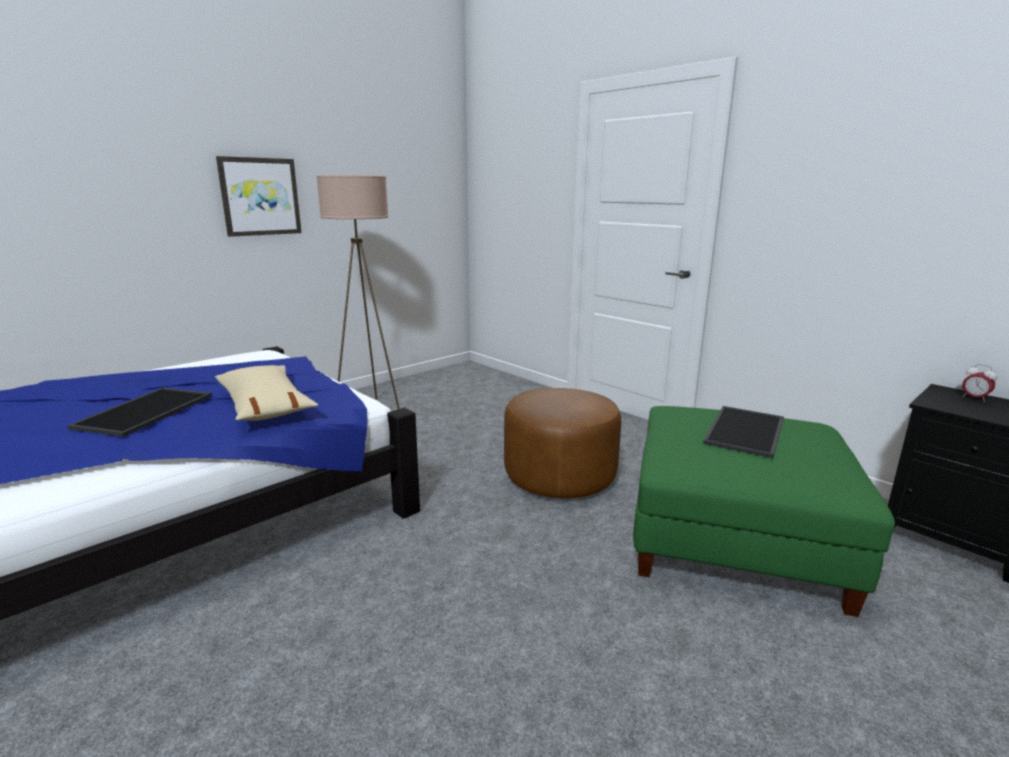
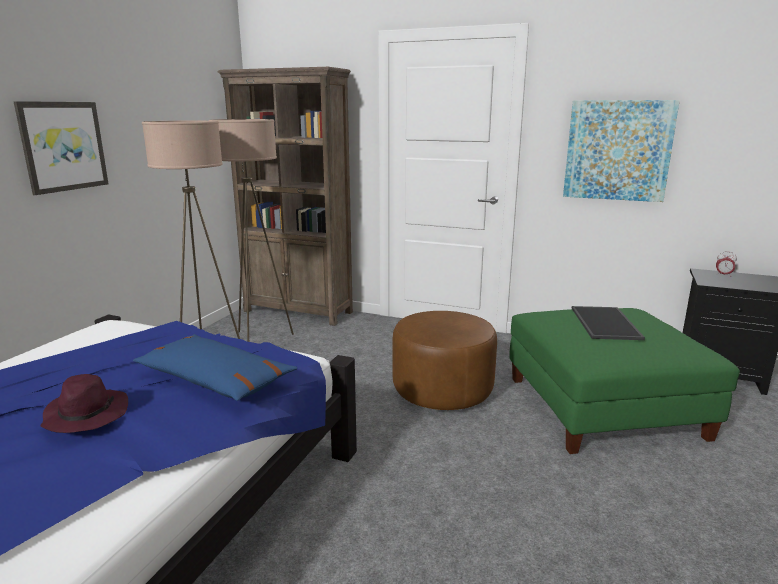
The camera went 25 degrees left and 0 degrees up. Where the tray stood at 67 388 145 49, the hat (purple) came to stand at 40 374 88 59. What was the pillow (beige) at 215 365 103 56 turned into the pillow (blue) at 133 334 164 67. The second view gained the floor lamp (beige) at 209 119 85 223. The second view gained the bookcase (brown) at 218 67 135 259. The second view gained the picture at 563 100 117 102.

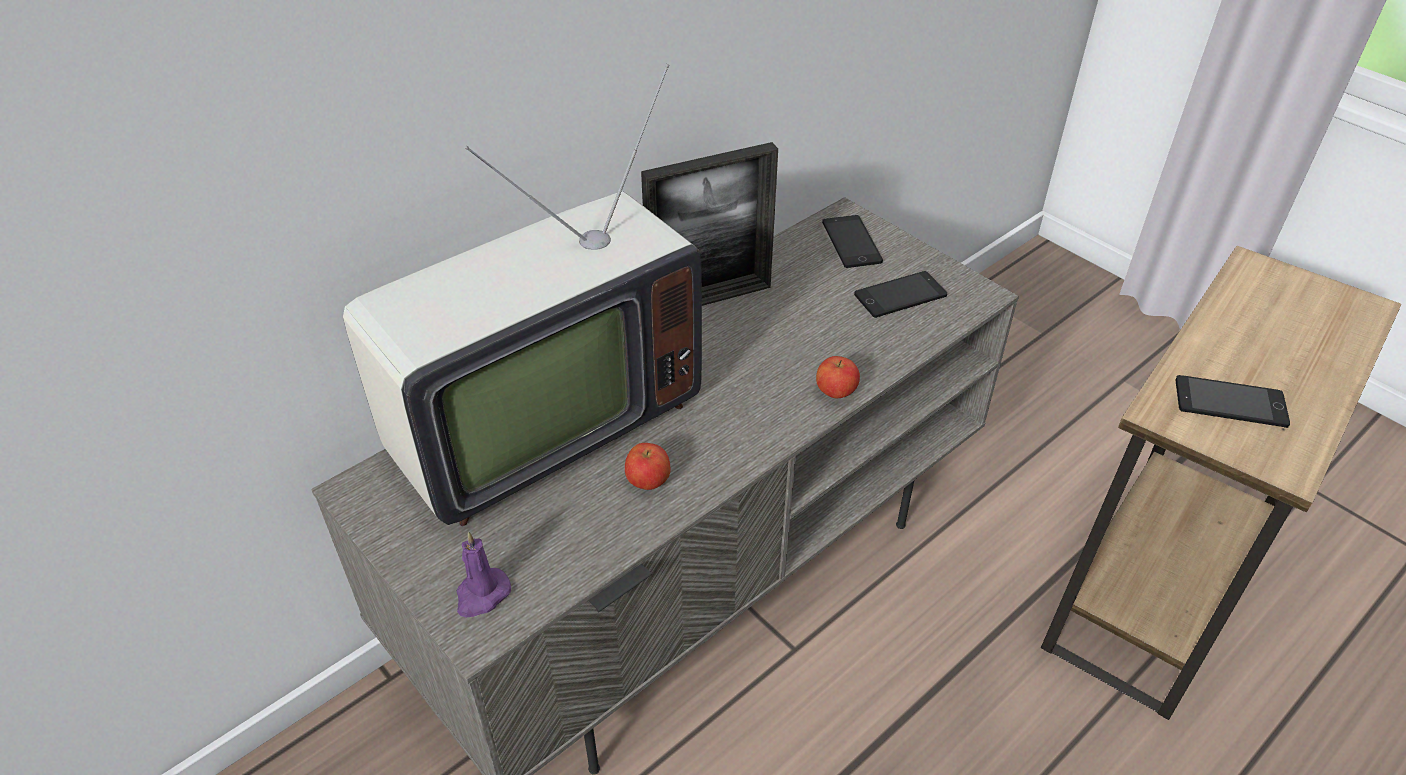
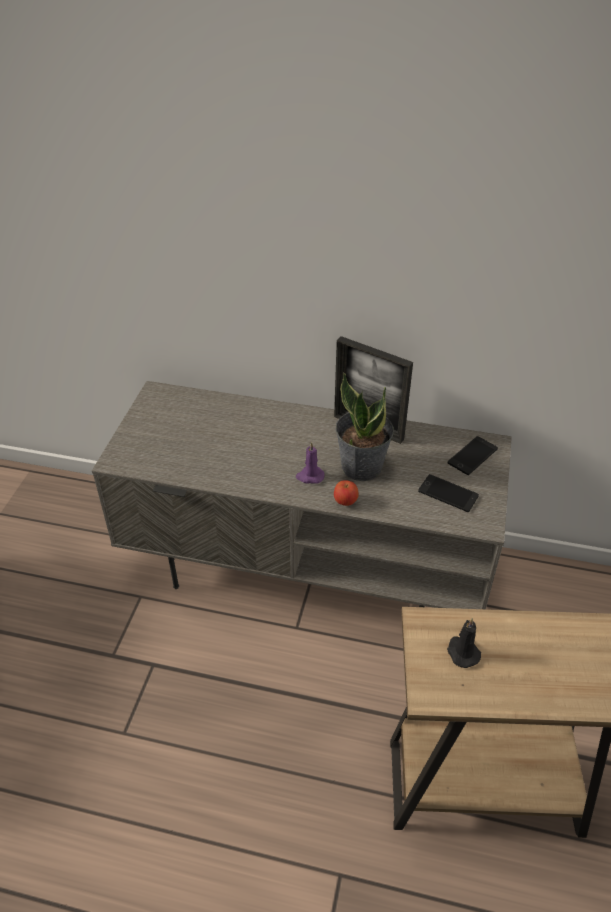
The camera went 55 degrees right and 0 degrees up. The second view lost the television at 343 64 359 462. The candle (purple) ended up elsewhere, having gone from 456 531 55 87 to 296 442 29 42. The second view lost the apple at 625 443 46 47. Where the phone stood at 1176 375 114 53, the candle (black) came to stand at 447 618 34 50. The second view gained the potted plant at 335 372 59 109.

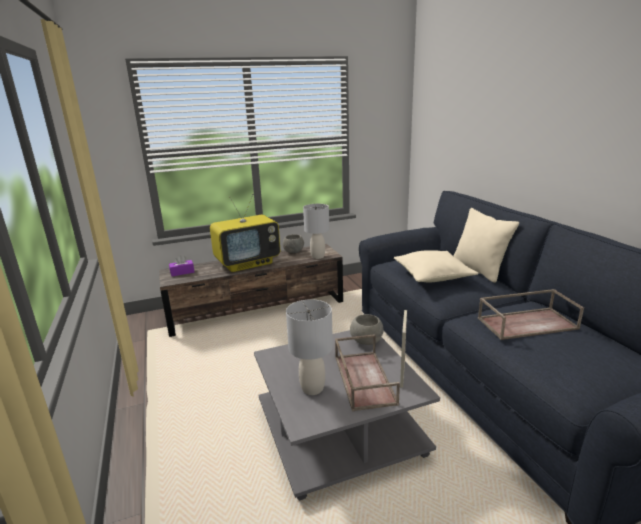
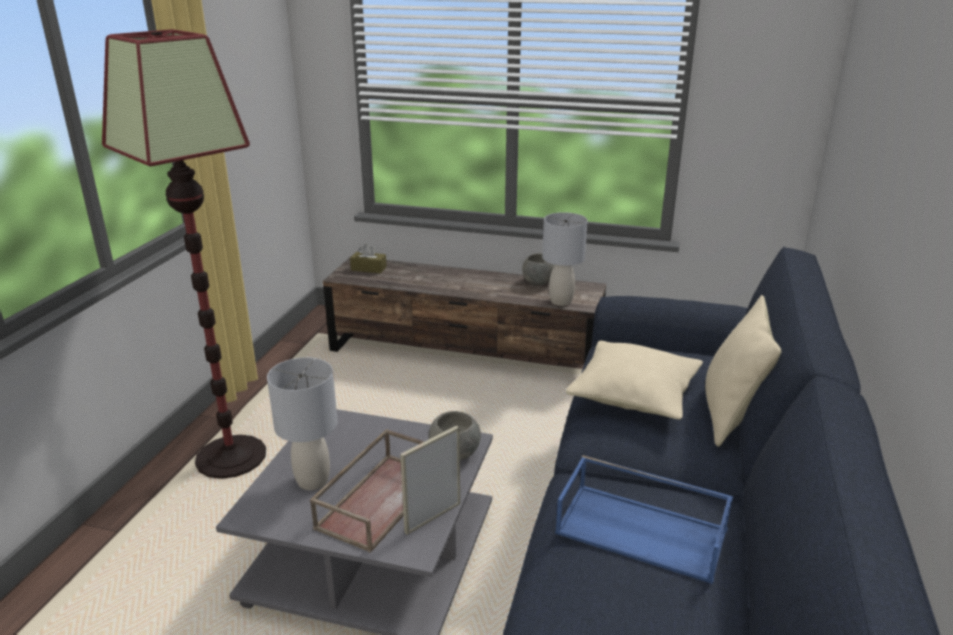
The camera went 35 degrees right and 5 degrees up. What was the tissue box (purple) at 169 255 25 21 turned into the tissue box (brown) at 350 244 37 29. The second view lost the television at 210 194 70 78. What was the tray (brown) at 478 289 106 51 turned into the tray (blue) at 555 455 178 129. The second view gained the floor lamp at 102 29 164 450.

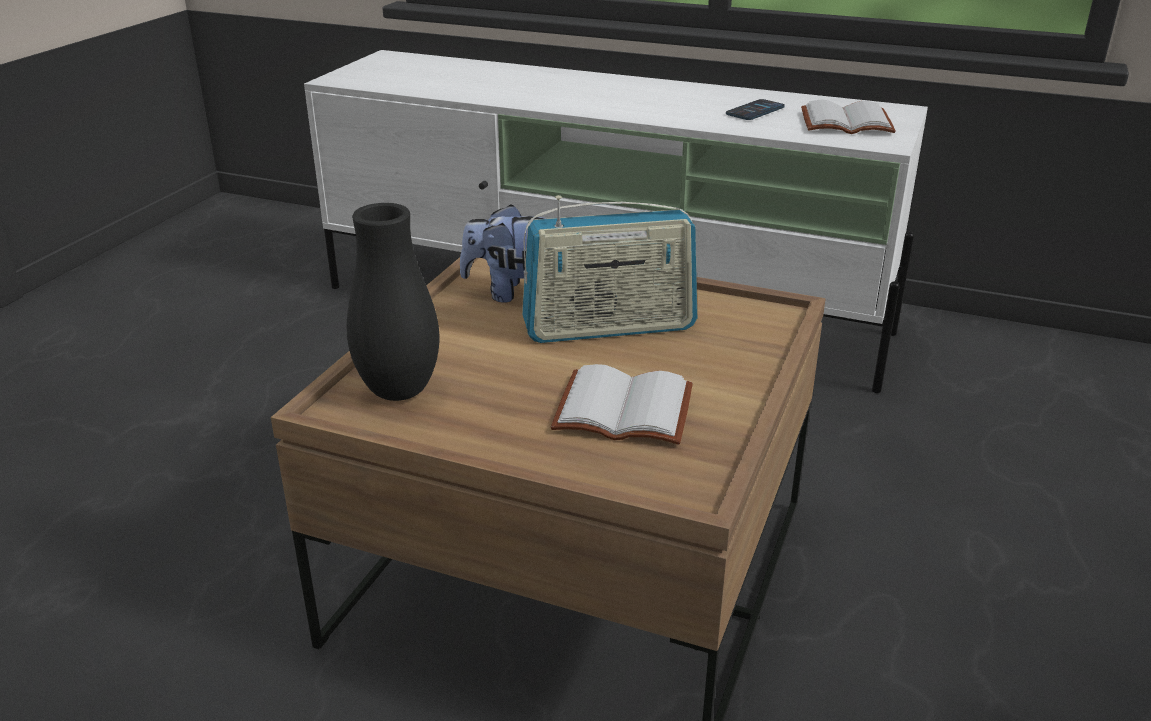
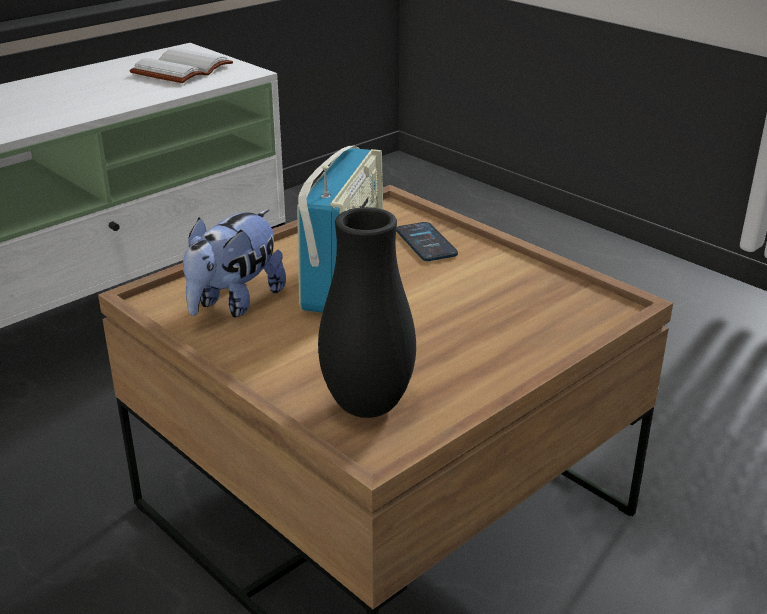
The camera went 65 degrees left and 0 degrees up. The second view lost the book (white) at 551 364 142 81. The phone ended up elsewhere, having gone from 726 99 59 21 to 396 222 62 39.

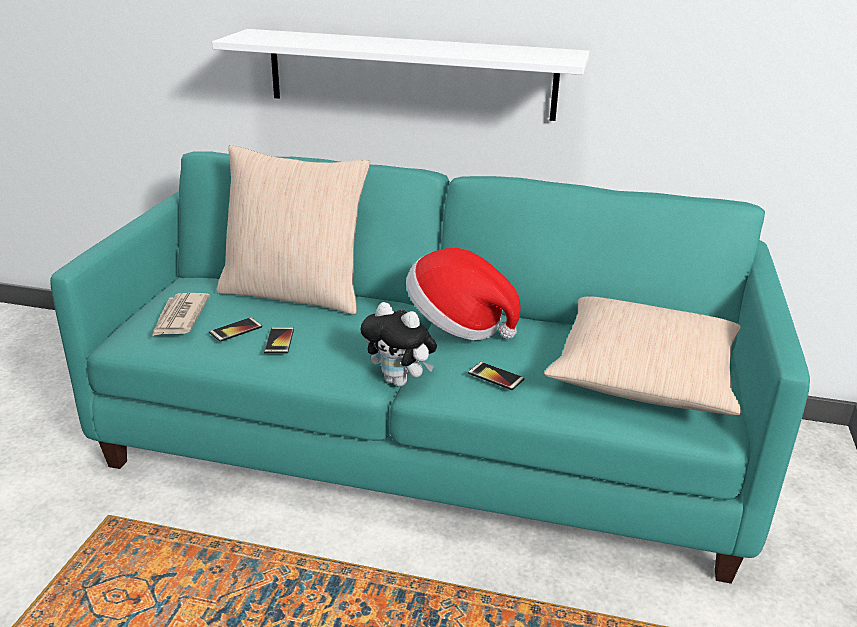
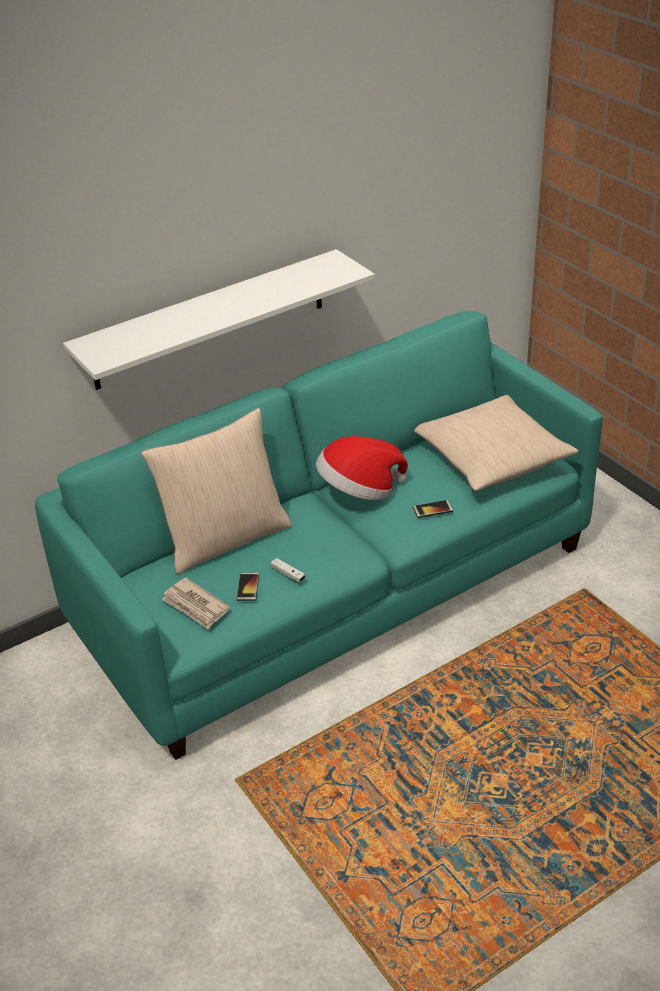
The camera went 45 degrees left and 10 degrees up. Where the phone stood at 264 327 30 27, the game controller (white) came to stand at 271 558 34 24. The second view lost the plush toy at 360 302 77 85.

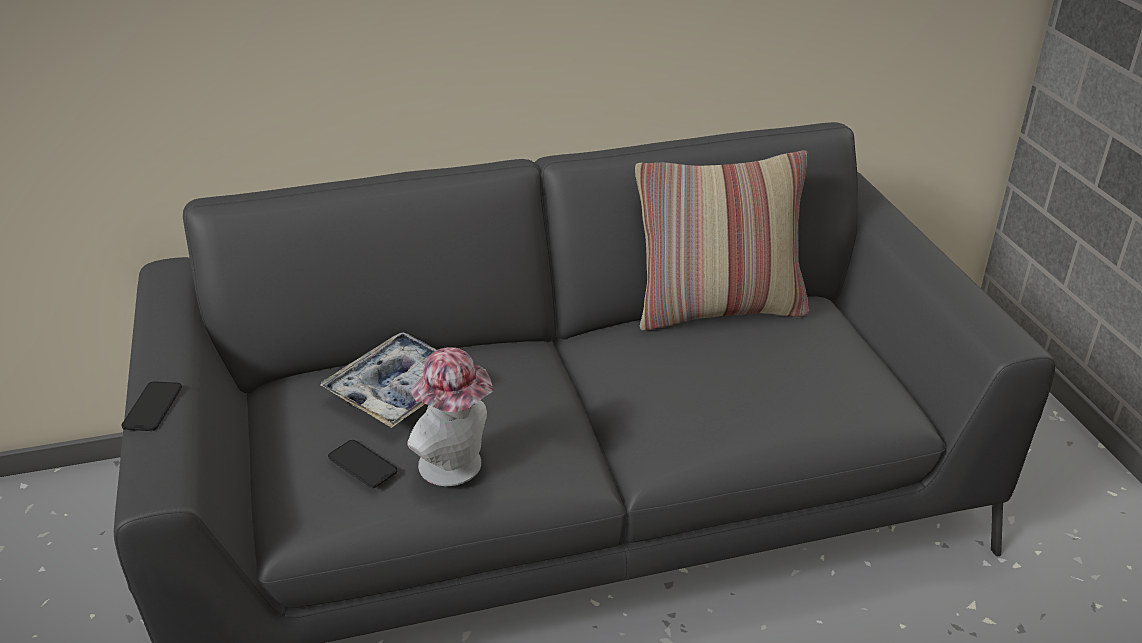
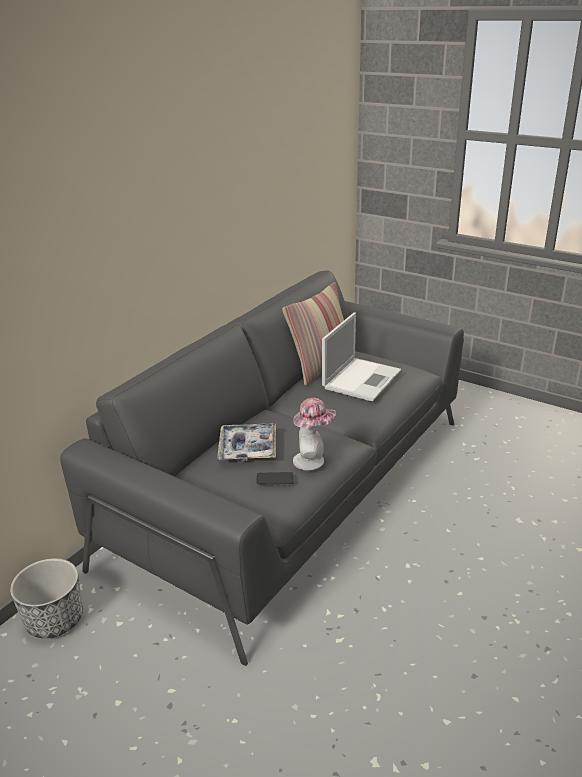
The camera went 40 degrees left and 5 degrees down. The second view lost the phone at 121 381 61 50. The second view gained the planter at 10 558 73 80. The second view gained the laptop at 322 312 79 90.

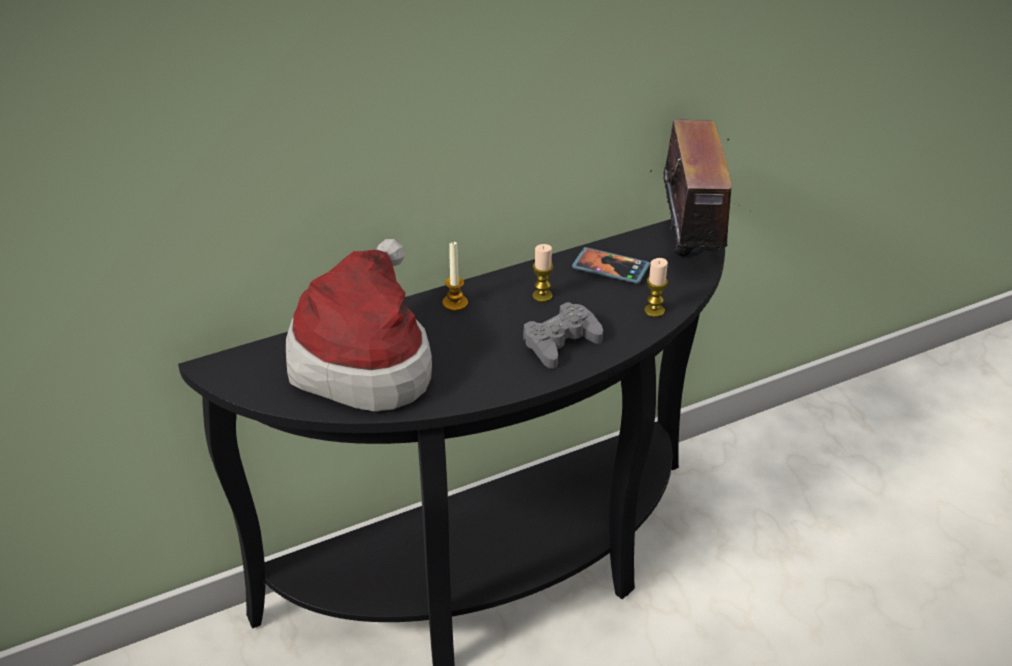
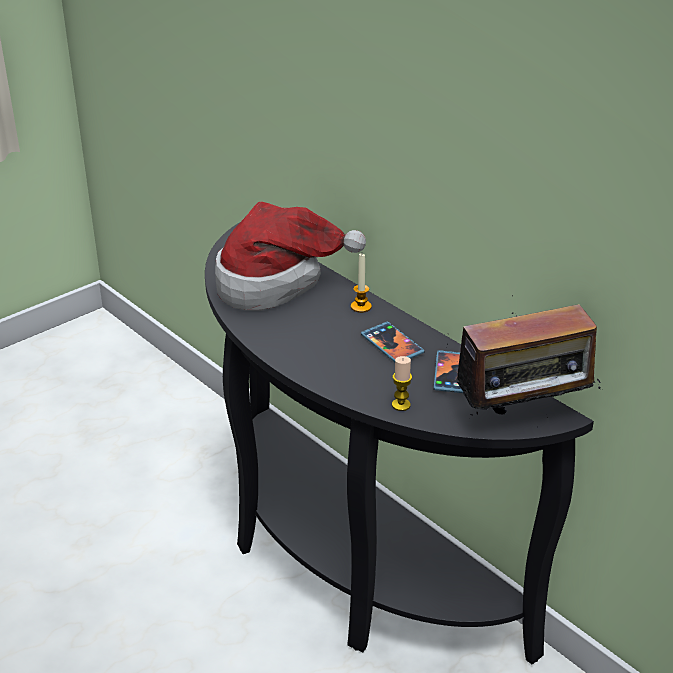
The camera went 75 degrees right and 5 degrees down. The second view lost the game controller (grey) at 523 302 80 67. Where the candle stood at 532 244 22 58, the phone came to stand at 361 322 63 40.

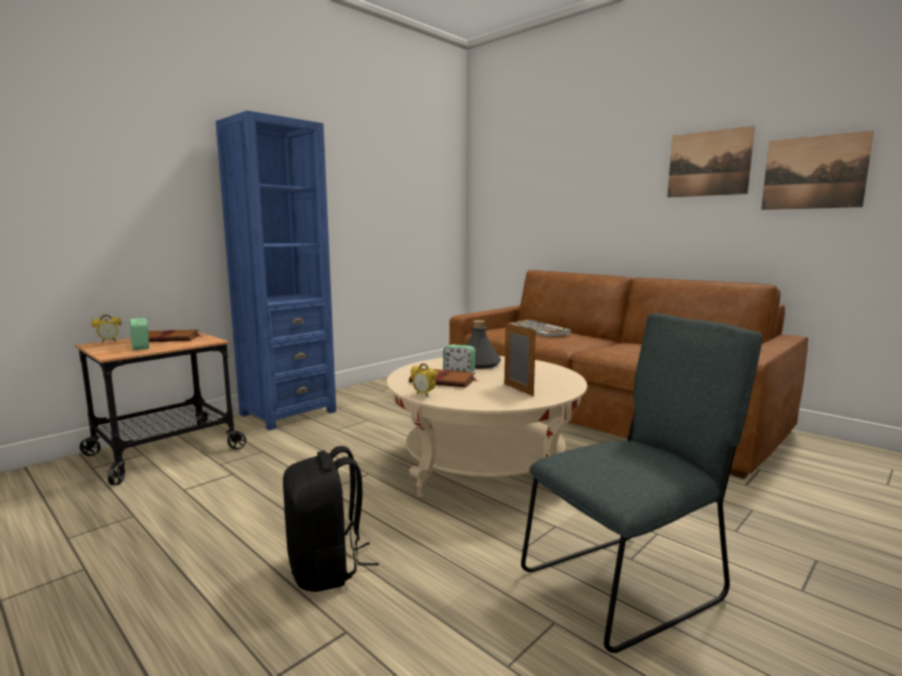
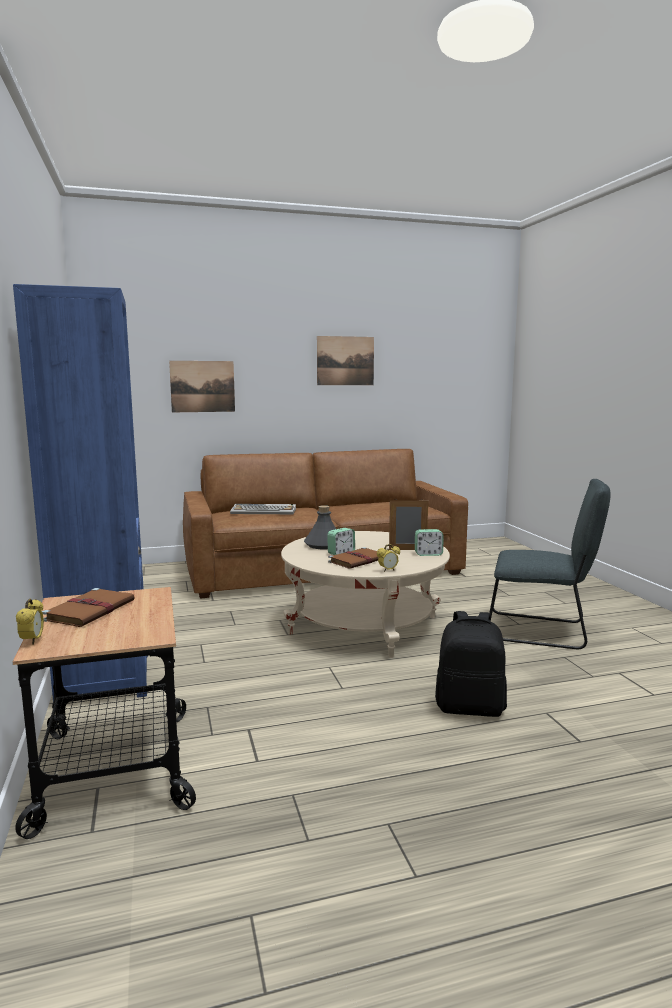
The camera went 60 degrees left and 0 degrees up. The alarm clock ended up elsewhere, having gone from 129 318 20 32 to 415 529 29 27. The chair (grey) at 521 313 242 340 ended up facing another way, 105 degrees clockwise from before. The picture ended up elsewhere, having gone from 761 130 113 80 to 169 361 66 51.

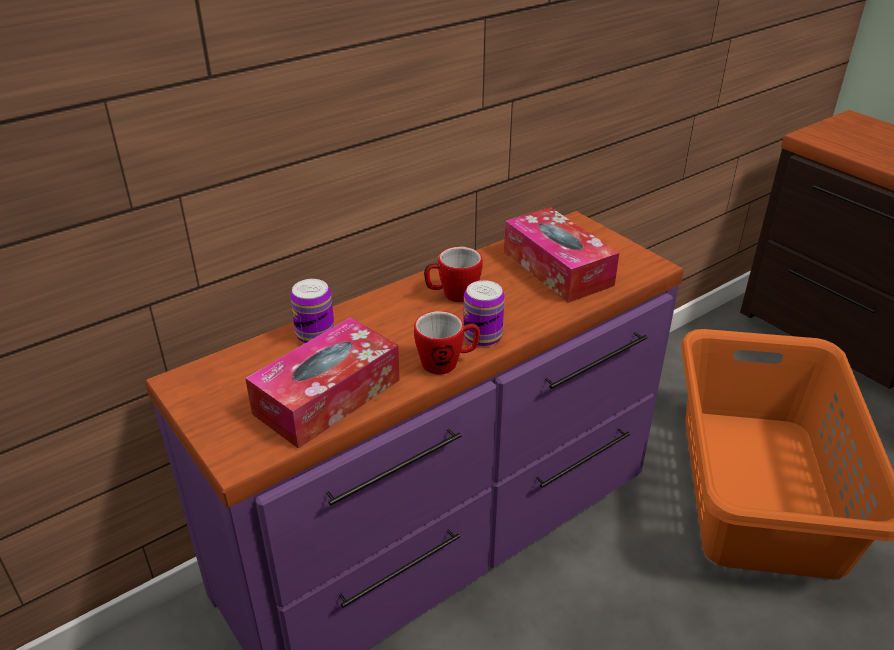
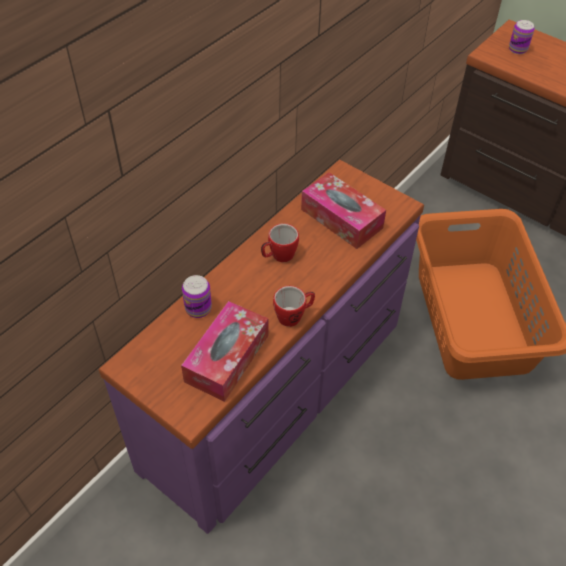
The camera went 15 degrees left and 15 degrees up. The can ended up elsewhere, having gone from 463 280 42 67 to 509 20 26 34.

